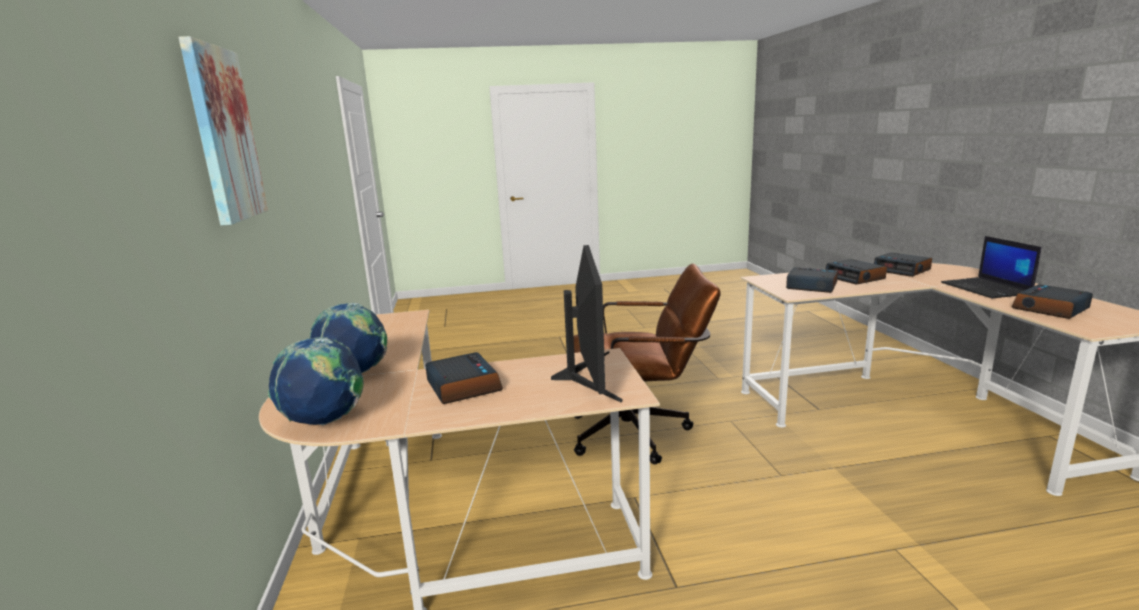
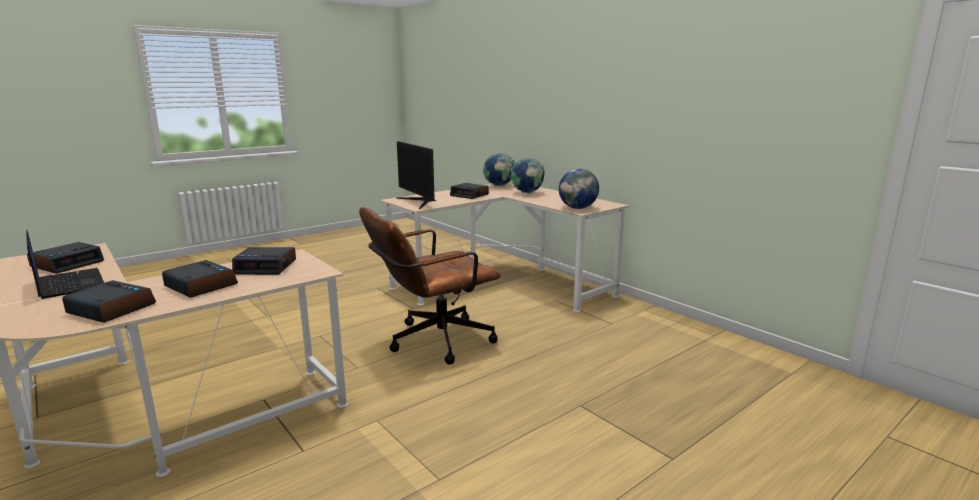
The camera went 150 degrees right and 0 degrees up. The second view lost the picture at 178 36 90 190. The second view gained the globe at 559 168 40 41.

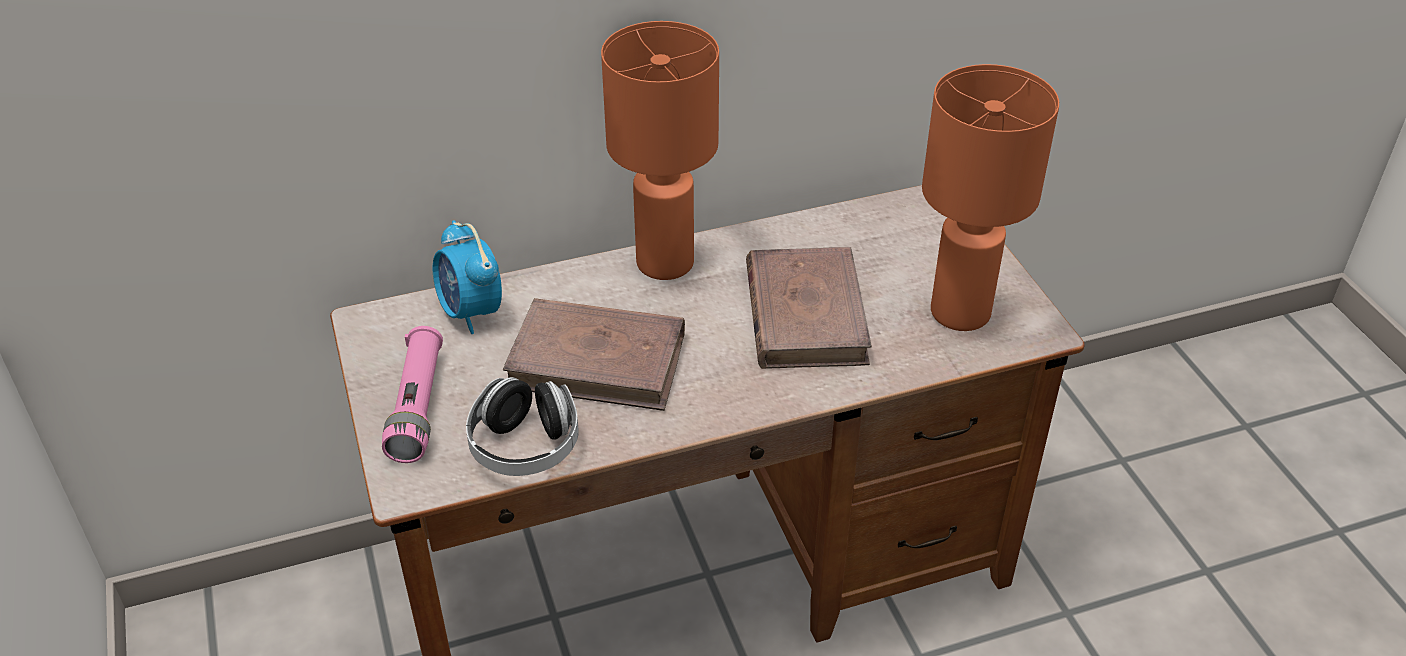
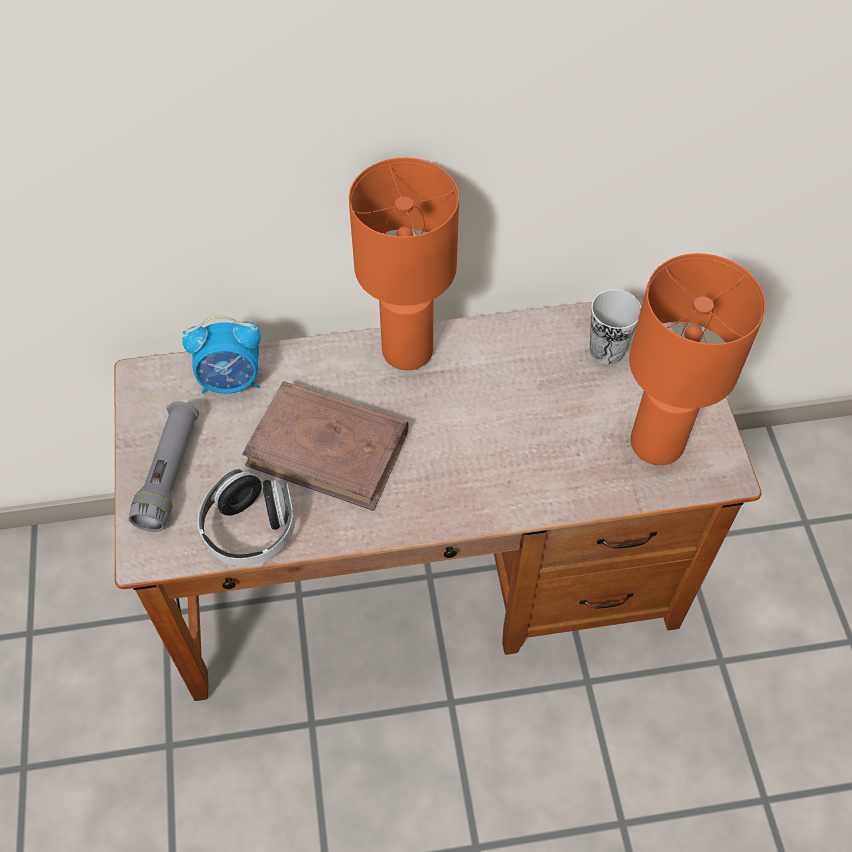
The camera went 10 degrees right and 15 degrees up. What was the flashlight (pink) at 382 326 61 137 turned into the flashlight (grey) at 129 401 70 131. The alarm clock at 433 220 69 114 ended up facing another way, 75 degrees counterclockwise from before. The second view lost the book (brown) at 746 247 126 122. The second view gained the cup at 590 289 51 75.

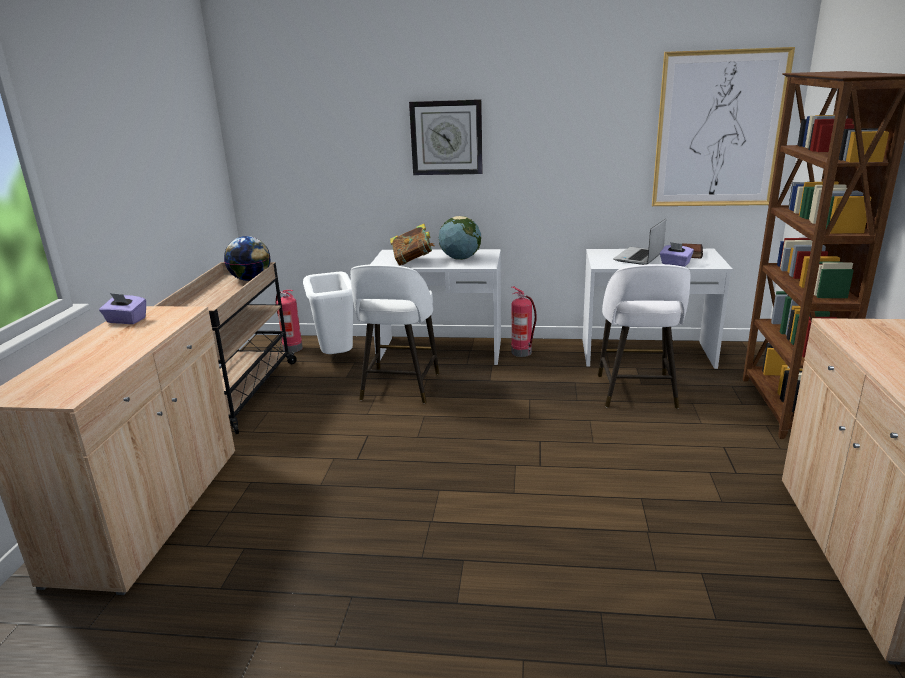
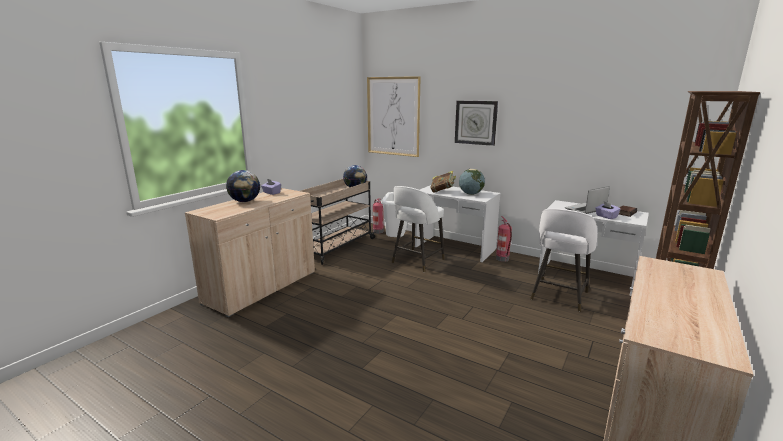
The camera went 25 degrees right and 5 degrees down. The picture ended up elsewhere, having gone from 652 47 143 159 to 367 76 54 81. The second view gained the globe at 226 170 34 32.

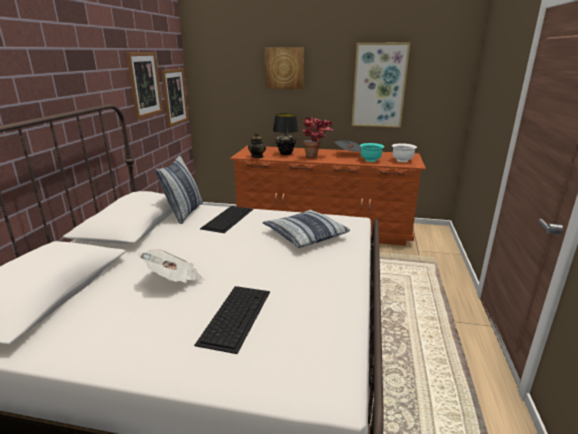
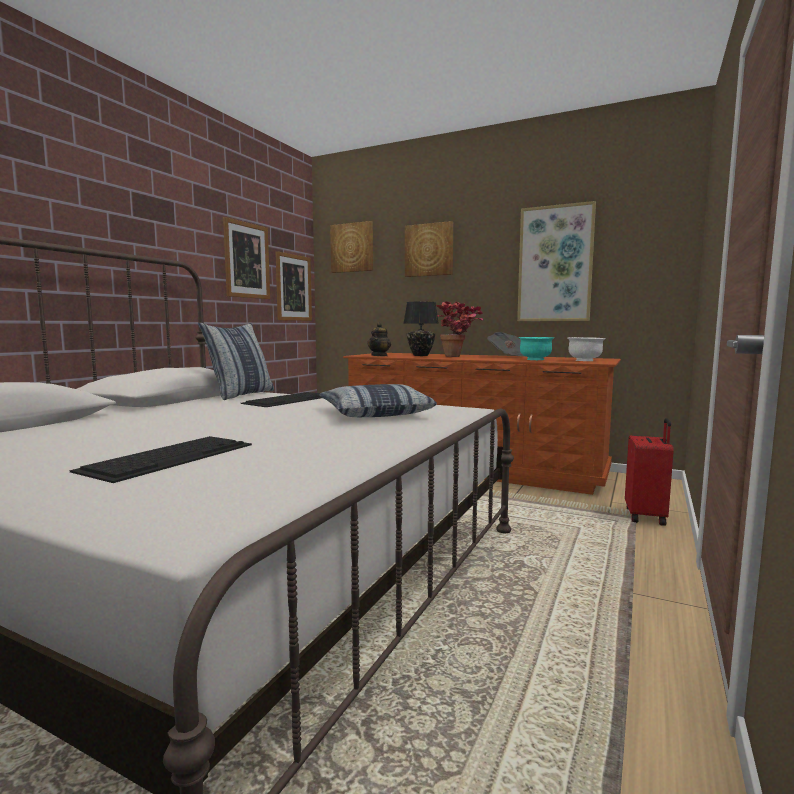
The camera went 15 degrees right and 15 degrees down. The second view lost the newspaper at 138 249 66 34. The second view gained the picture at 330 221 43 52. The second view gained the suitcase (red) at 625 418 49 108.

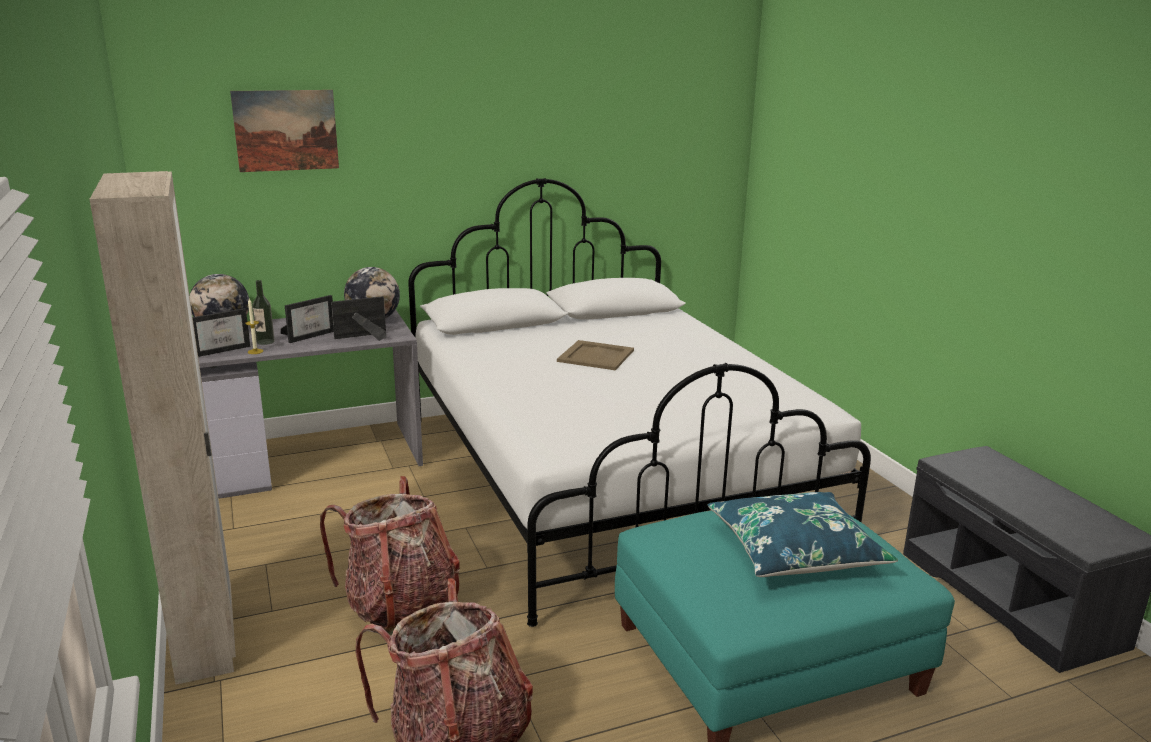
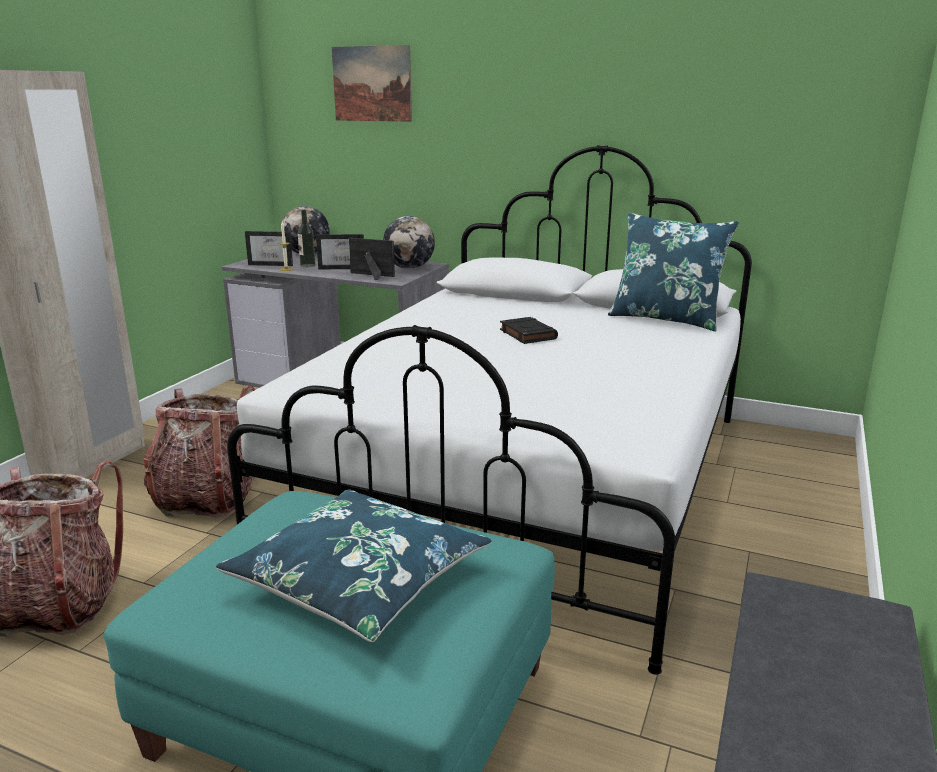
The camera went 45 degrees right and 0 degrees up. Where the tray (beige) stood at 557 340 77 30, the book (black) came to stand at 500 317 58 27. The second view gained the pillow (blue) at 608 213 131 119.

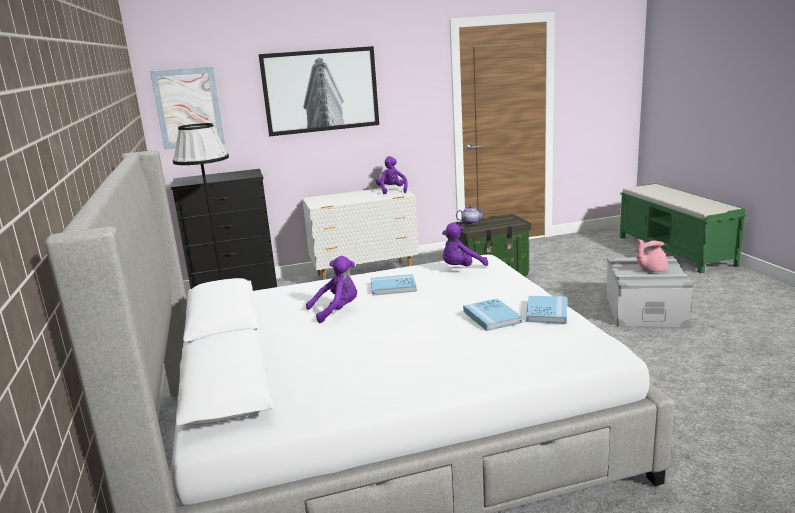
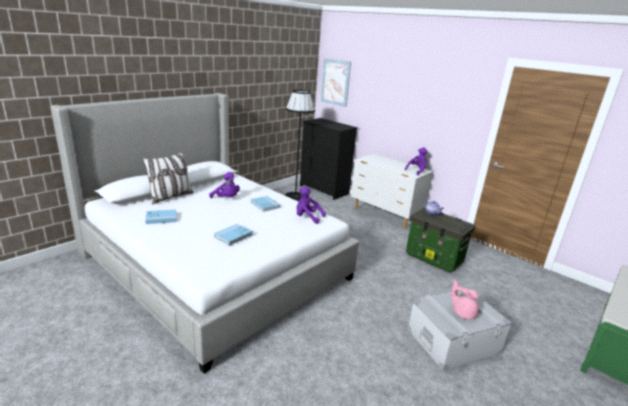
The camera went 55 degrees right and 5 degrees up. The second view lost the picture at 259 46 120 90. The book (blue) ended up elsewhere, having gone from 526 296 41 28 to 145 209 32 15. The second view gained the pillow at 142 152 52 52.

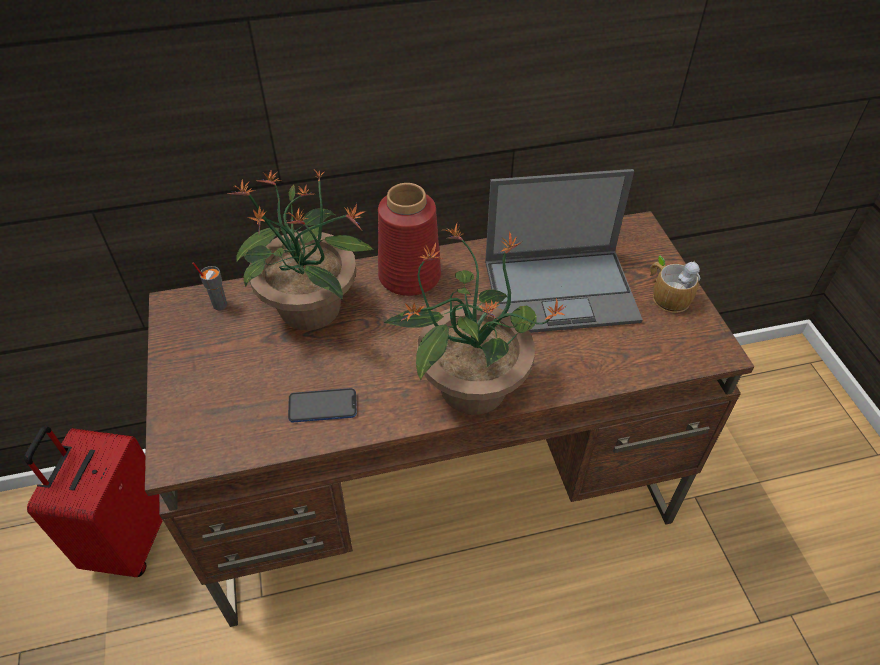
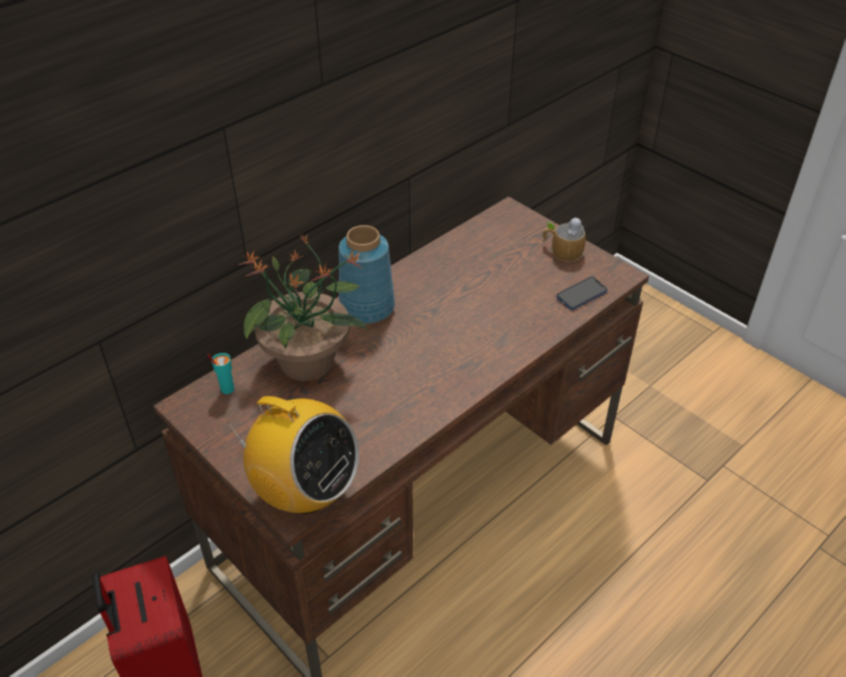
The camera went 30 degrees left and 5 degrees down. What was the cup (grey) at 192 262 35 48 turned into the cup (turquoise) at 207 353 27 41. The phone ended up elsewhere, having gone from 288 388 69 35 to 557 277 51 33. What was the vase (red) at 378 183 63 113 turned into the vase (blue) at 339 225 56 99. The second view lost the potted plant at 384 224 182 191. The second view lost the laptop at 485 169 158 164. The second view gained the radio at 227 396 132 118.

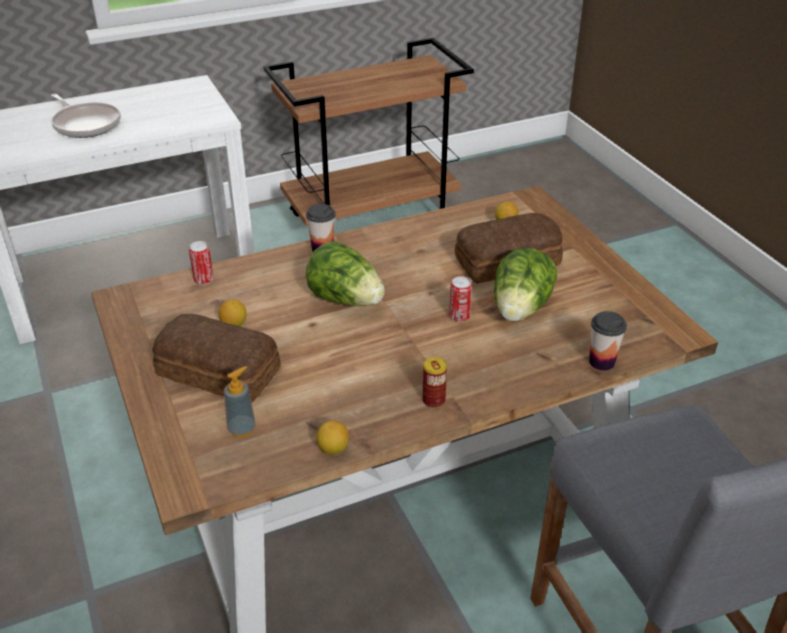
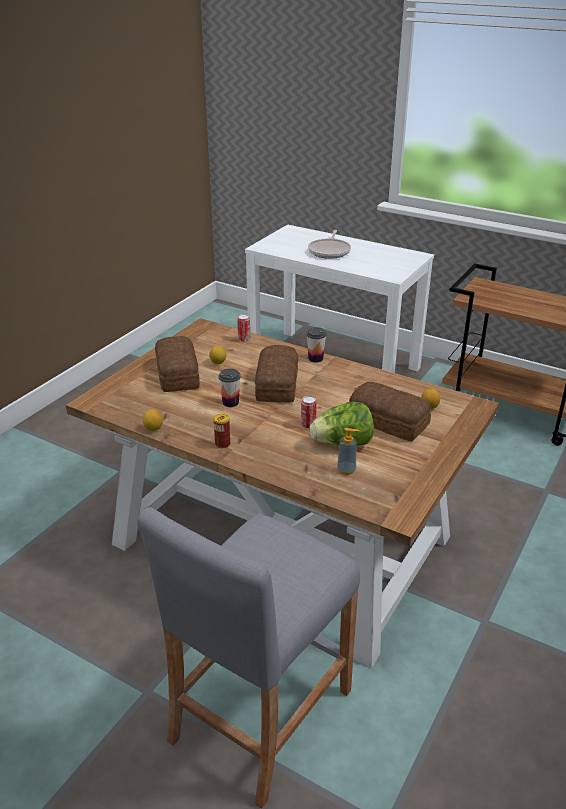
The camera went 55 degrees right and 5 degrees down. The soap dispenser ended up elsewhere, having gone from 224 366 32 71 to 337 428 22 47. Where the lettuce stood at 306 241 79 65, the bread came to stand at 255 345 43 58. The cup ended up elsewhere, having gone from 589 311 38 60 to 219 368 22 39.

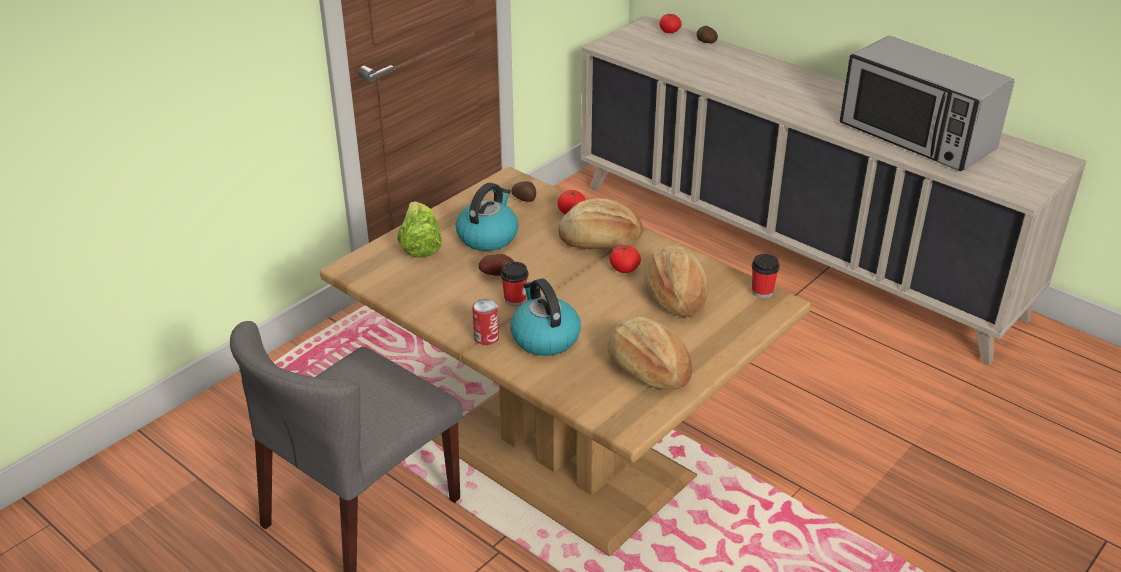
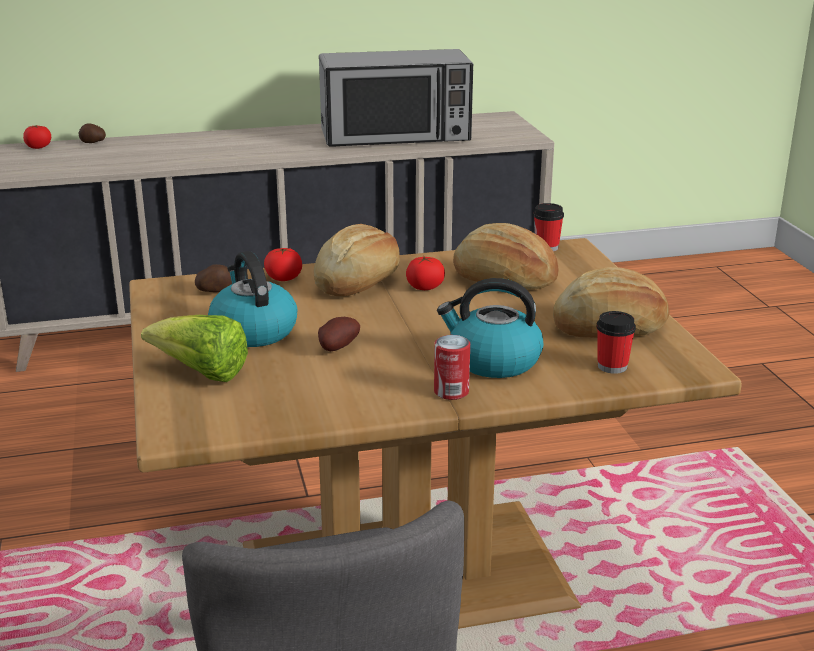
The camera went 55 degrees left and 10 degrees down. The cup ended up elsewhere, having gone from 501 262 27 44 to 596 311 40 63.

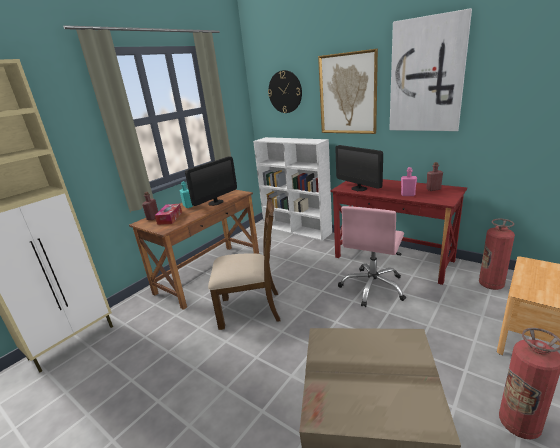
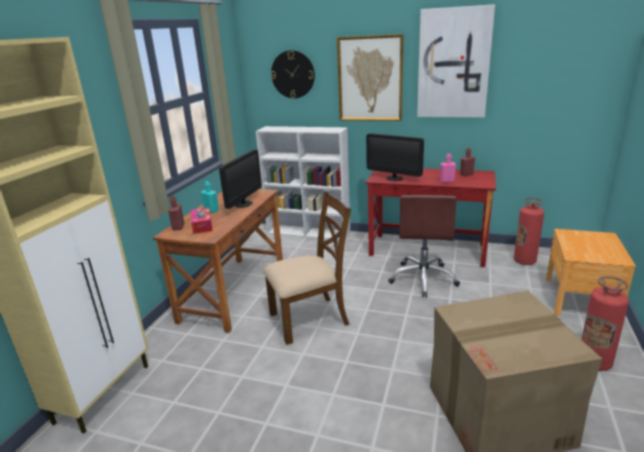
The camera went 20 degrees left and 0 degrees up. What was the office chair (pink) at 338 206 68 101 turned into the office chair (brown) at 388 195 72 102.

